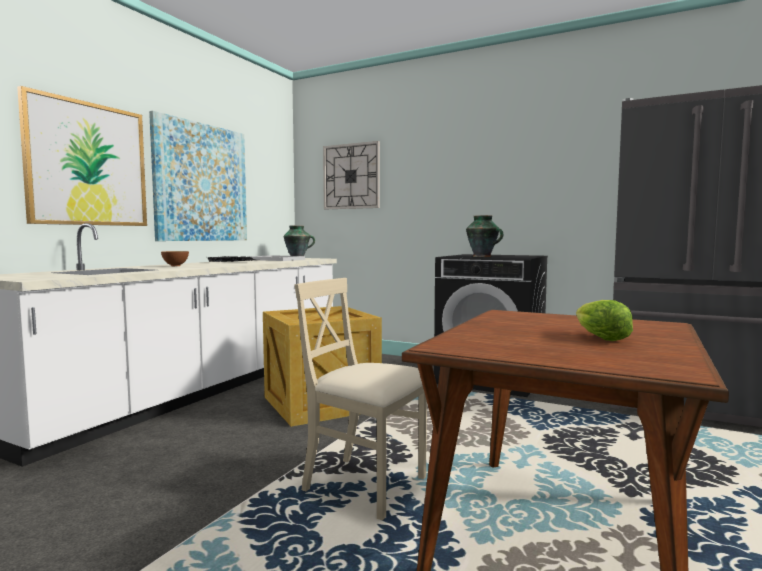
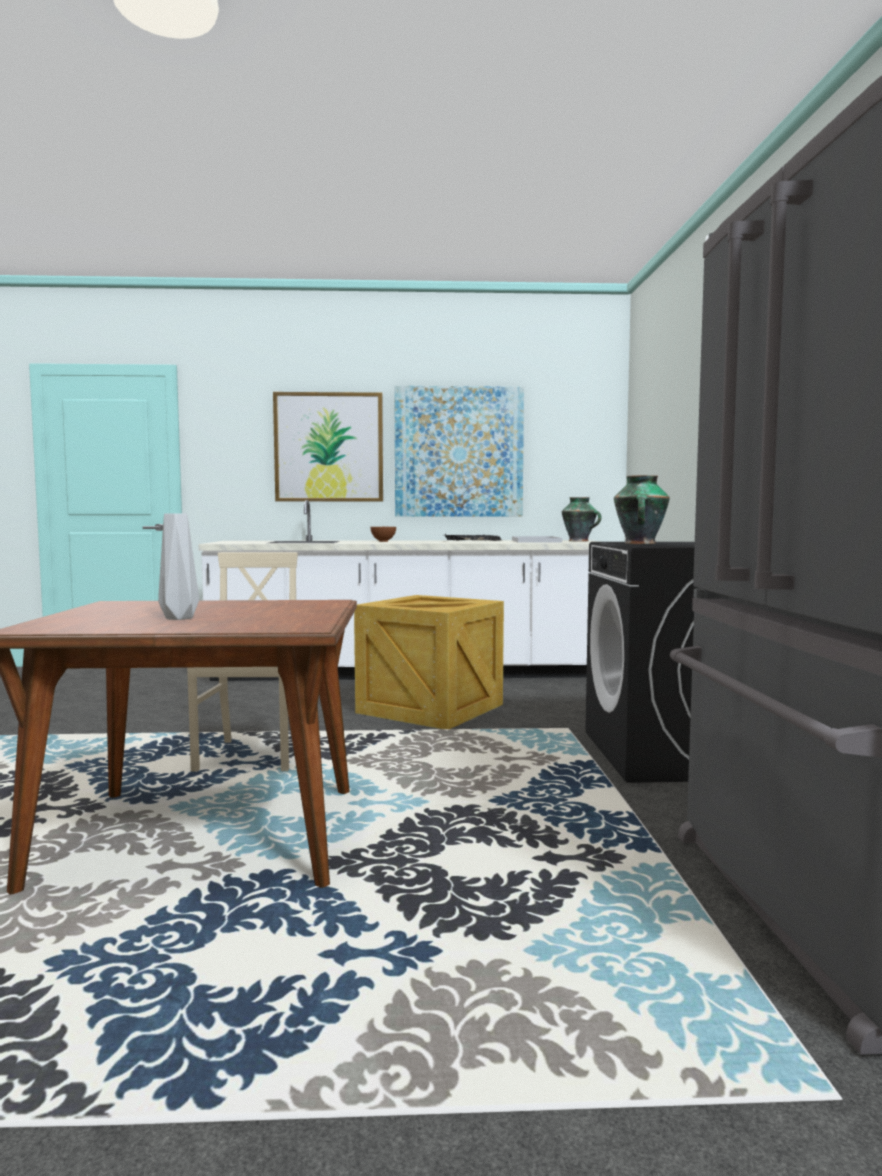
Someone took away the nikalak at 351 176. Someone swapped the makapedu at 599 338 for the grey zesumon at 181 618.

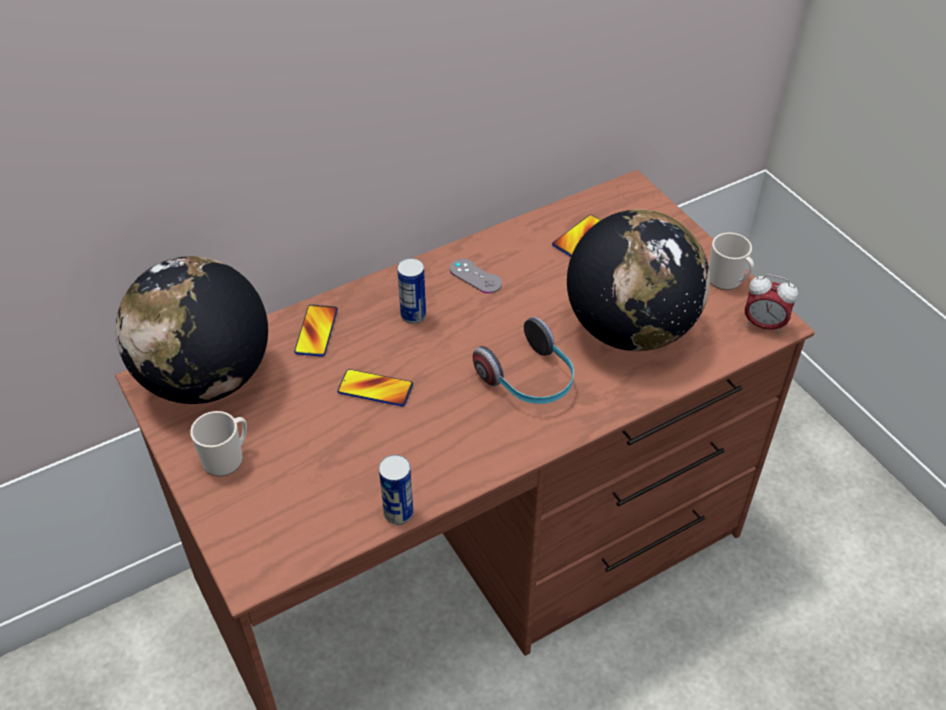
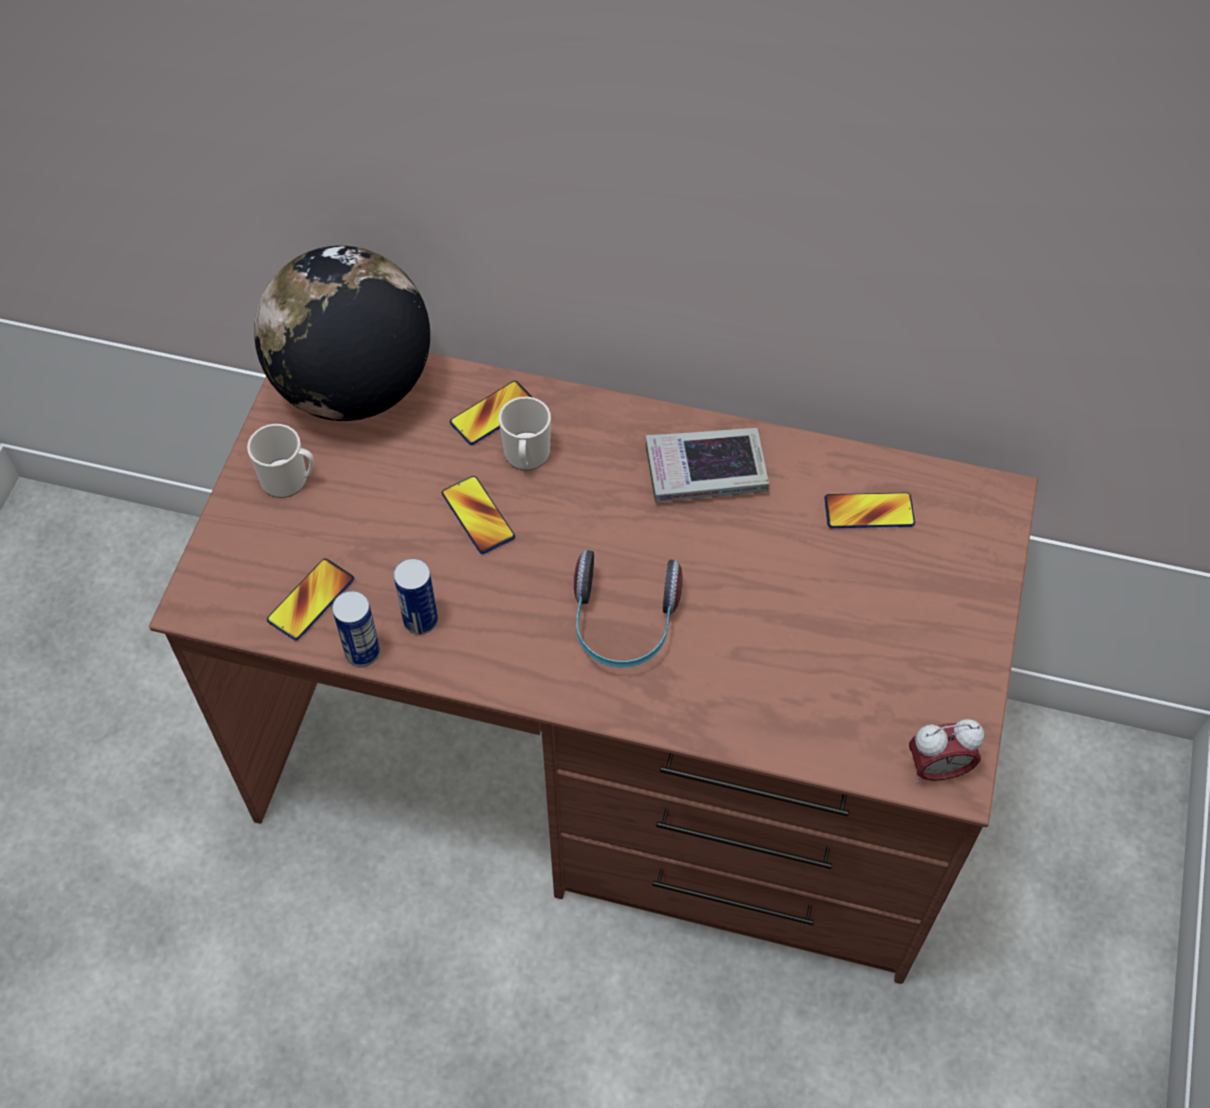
Someone carried the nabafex from 413 315 to 420 620. Someone swapped the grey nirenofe at 475 276 for the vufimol at 705 471. Someone took away the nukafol at 630 329. Someone carried the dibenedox from 727 280 to 526 457. Someone rotated the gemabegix at 763 325 by 75 degrees counterclockwise. Someone put down the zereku at 311 600.

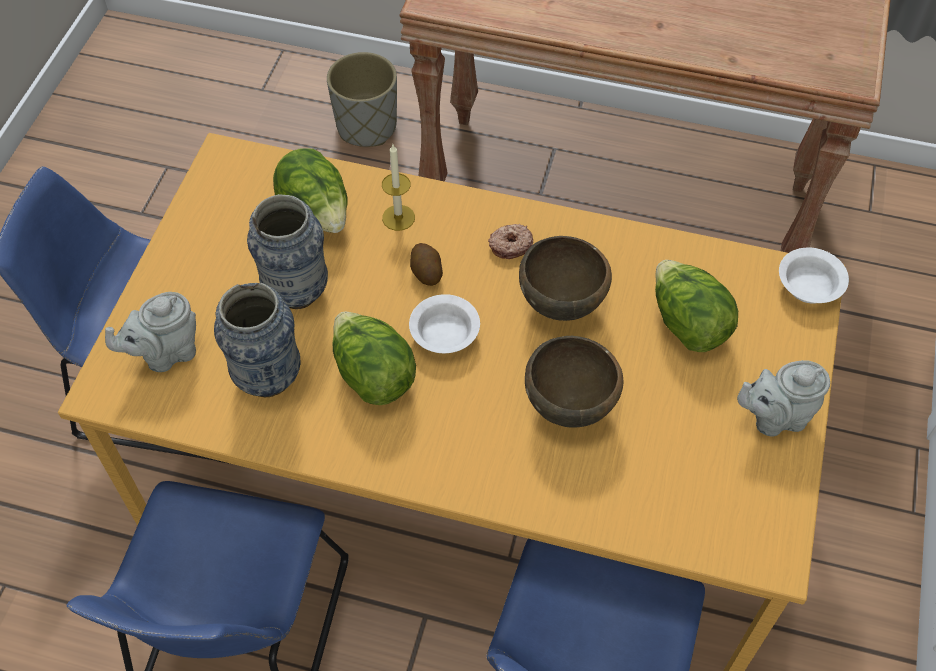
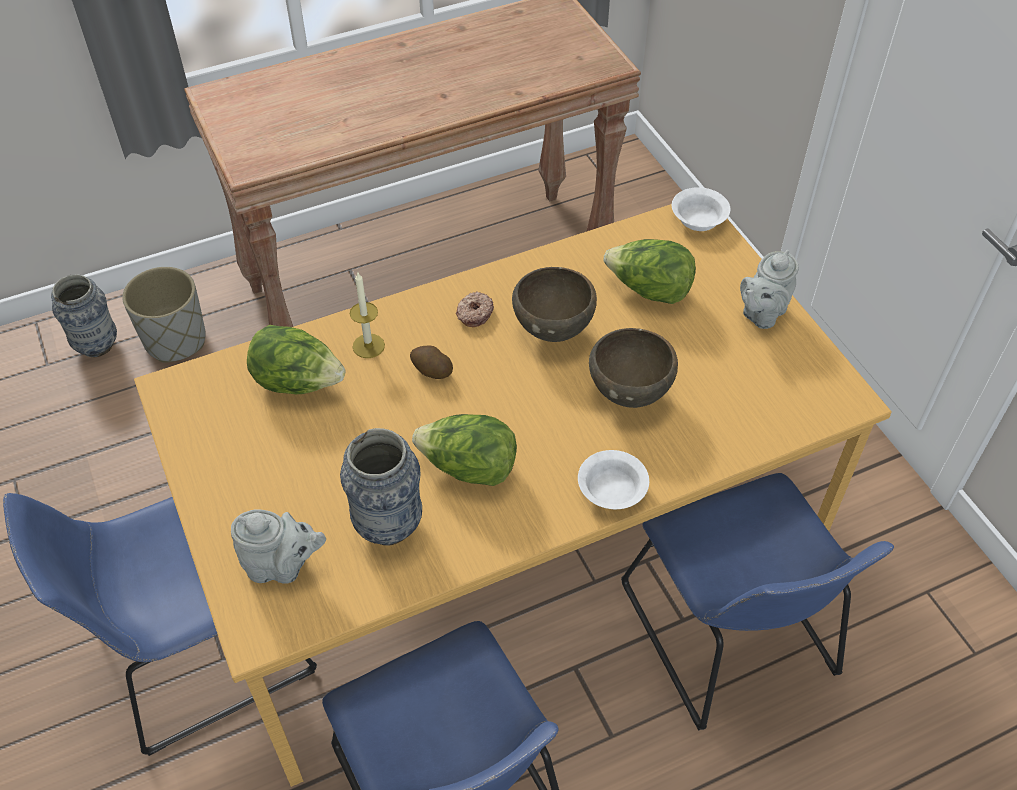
Someone rotated the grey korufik at 166 353 by 105 degrees counterclockwise. Someone carried the zesumon from 296 292 to 97 346. Someone carried the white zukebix from 444 336 to 612 492.

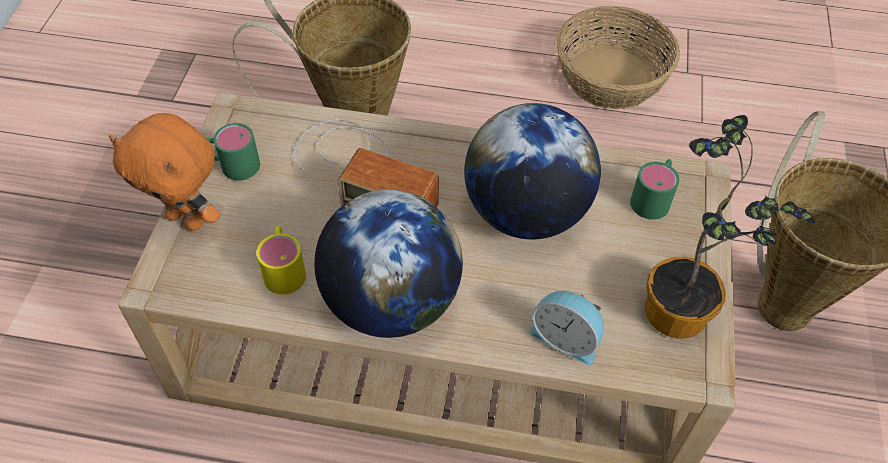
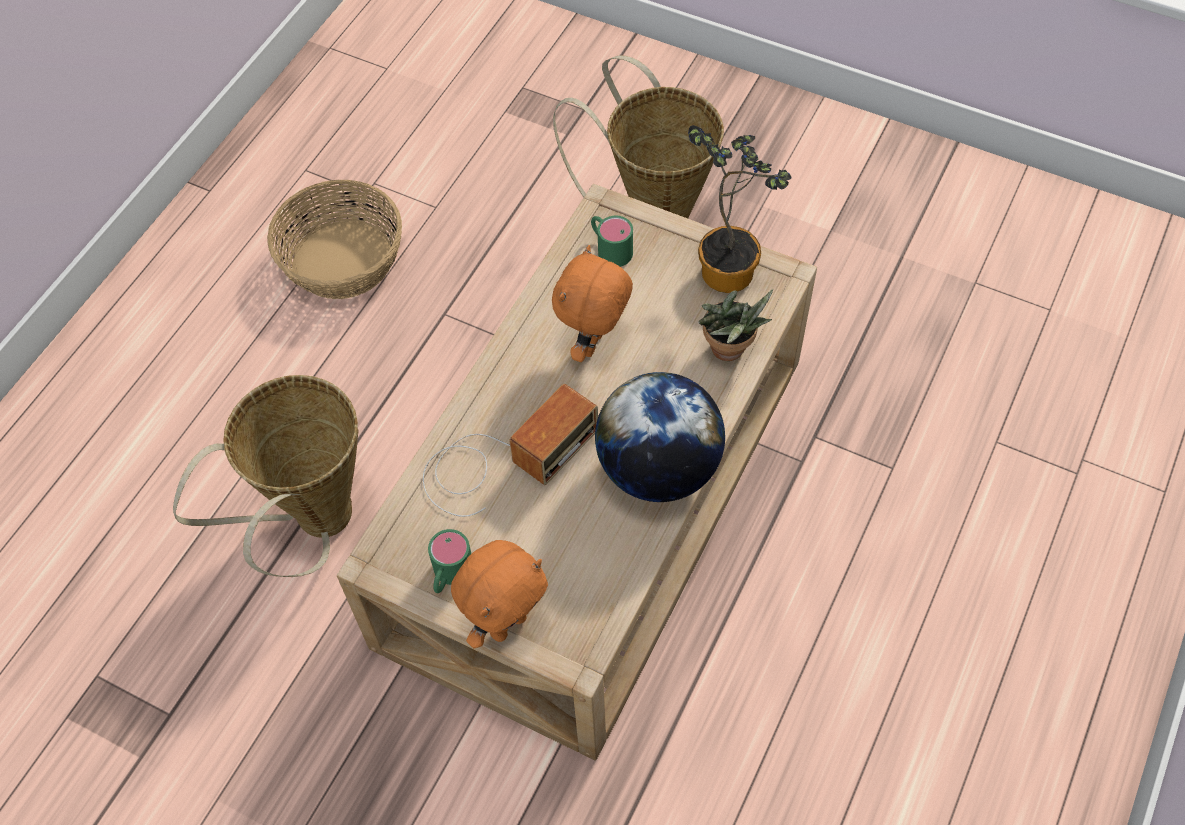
Someone took away the yellow dibenedox at 284 268. Someone swapped the nukafol at 525 213 for the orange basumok at 594 344. Someone swapped the gemabegix at 566 337 for the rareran at 729 352.

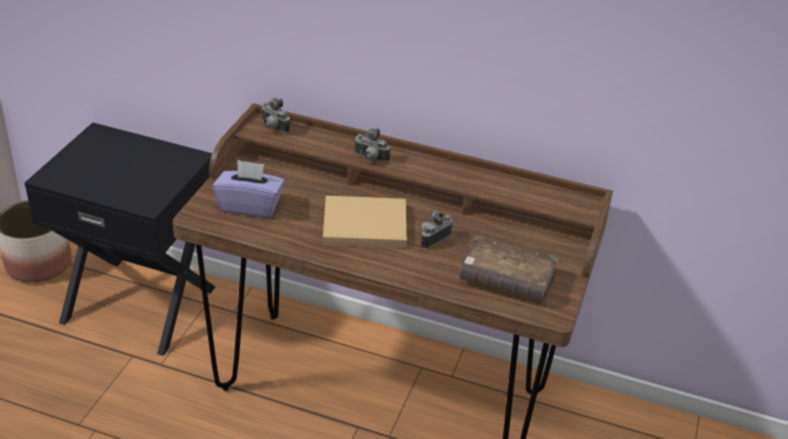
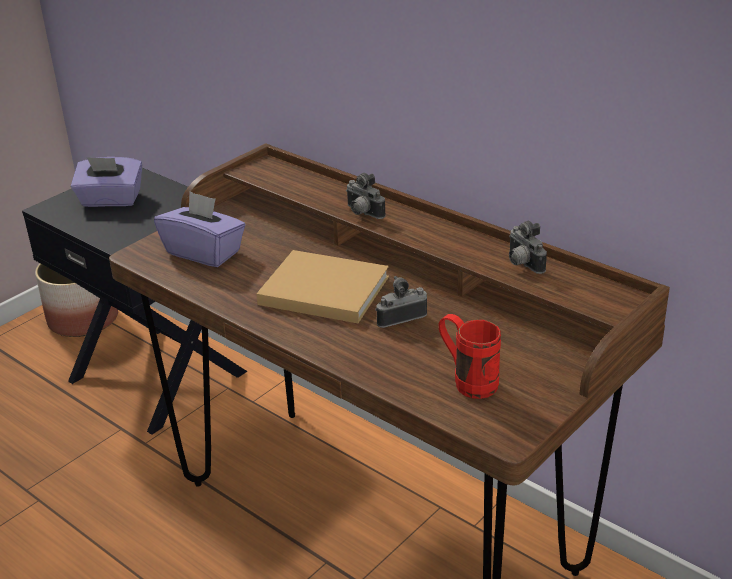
Someone carried the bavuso from 273 127 to 522 264. Someone swapped the brown vufimol at 507 279 for the red dibenedox at 467 381. Someone put down the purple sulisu at 111 200.

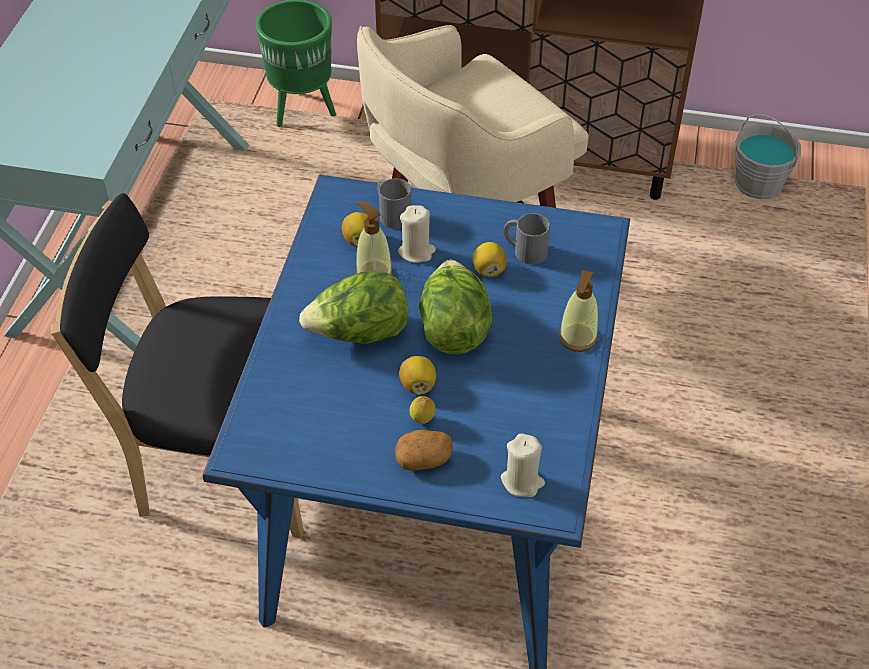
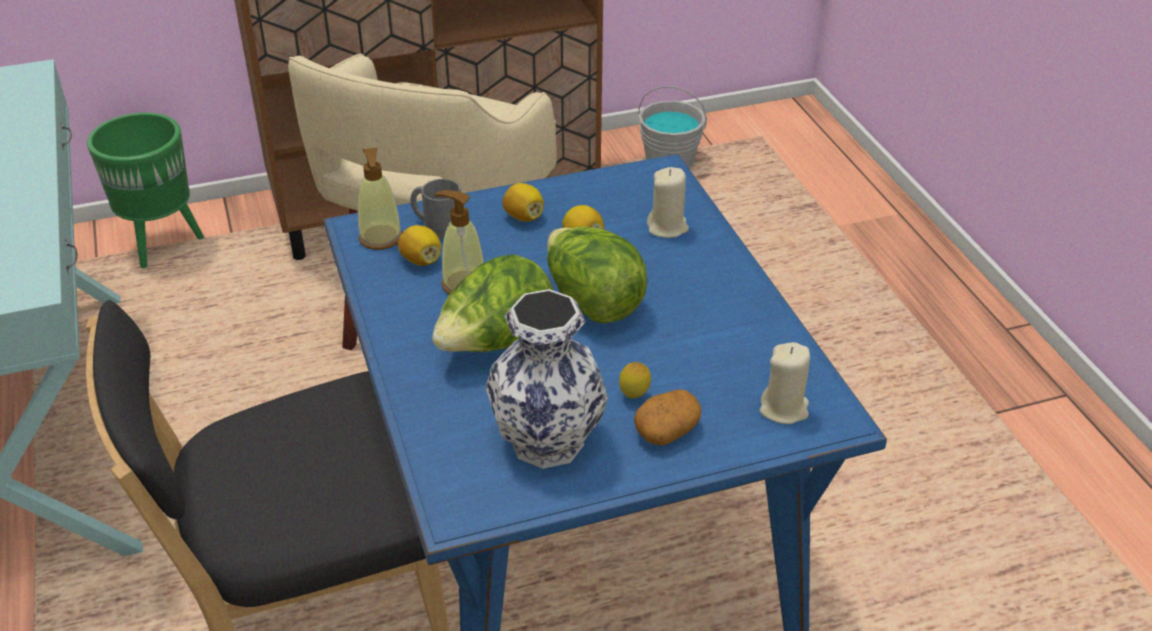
Someone carried the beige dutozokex from 416 251 to 667 227. Someone carried the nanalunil from 418 385 to 523 217. Someone took away the grey dibenedox at 524 250. Someone carried the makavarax from 577 338 to 380 238. Someone put down the zesumon at 545 442.

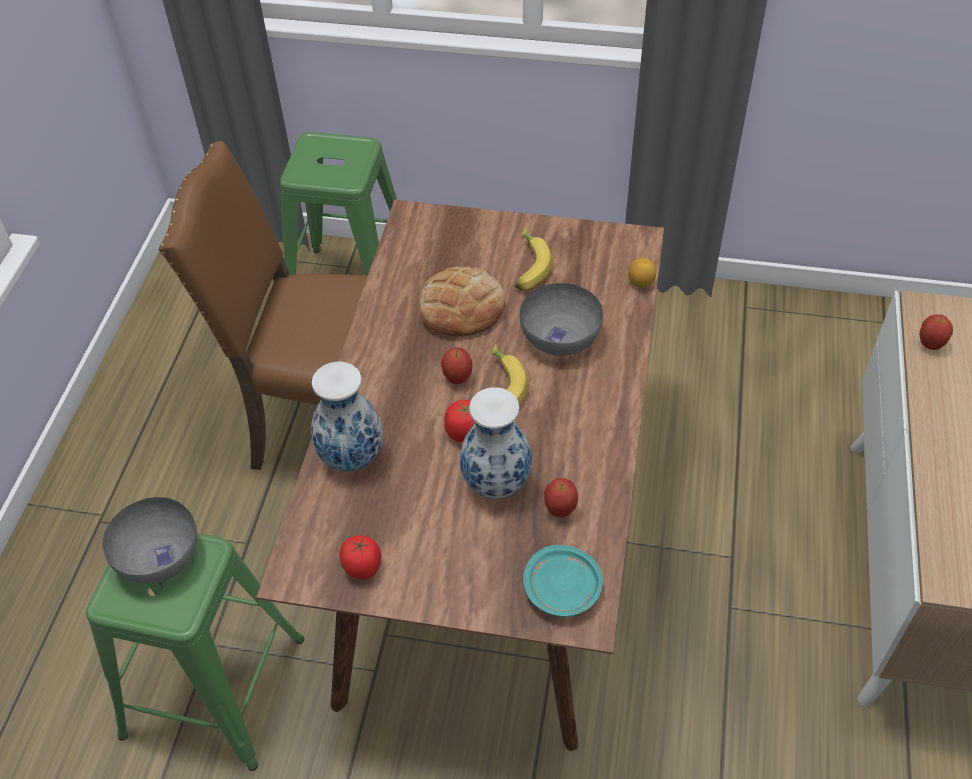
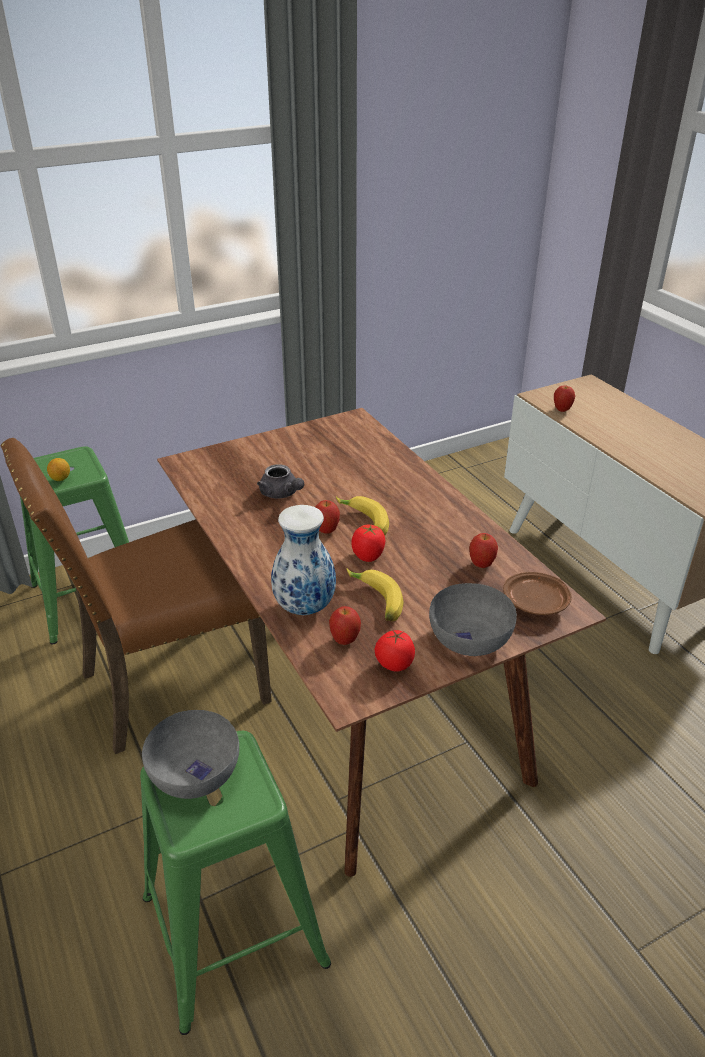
Someone swapped the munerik at 462 308 for the grey korufik at 281 494. Someone took away the zesumon at 497 483. Someone carried the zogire from 528 267 to 374 601. Someone carried the grey zukebix from 560 338 to 470 640. Someone repainted the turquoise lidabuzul at 563 589, which became the brown lidabuzul at 536 603. Someone carried the nanalunil from 640 282 to 60 478. Someone put down the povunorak at 345 640.

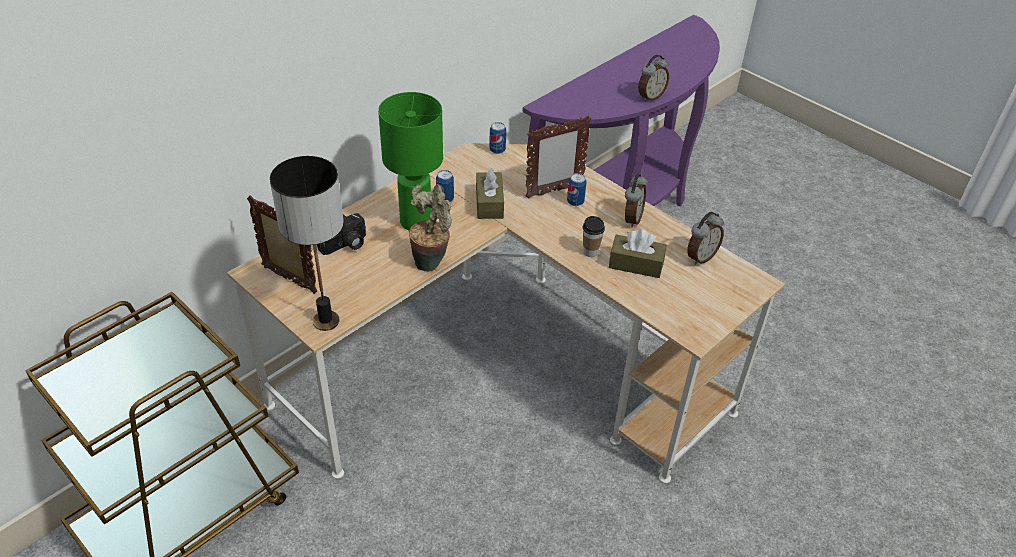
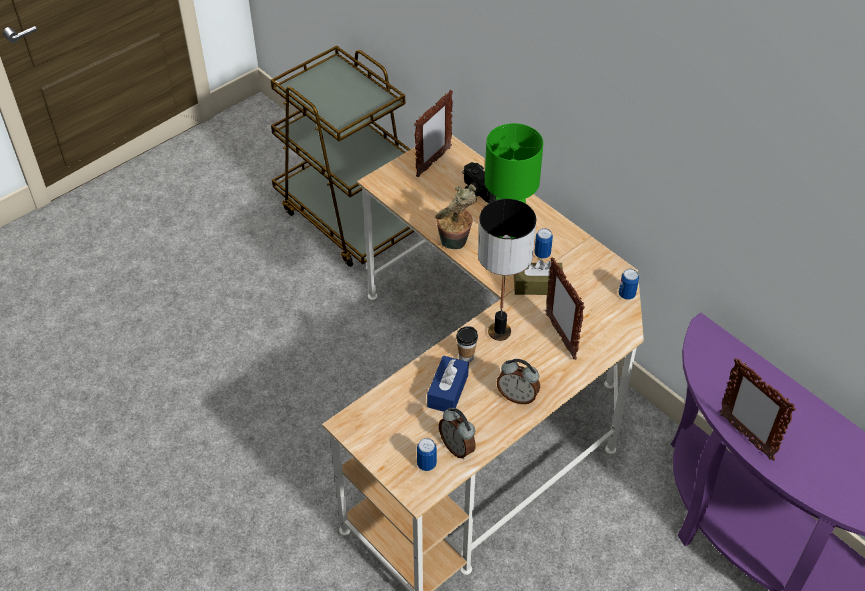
Someone carried the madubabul from 327 321 to 499 332. Someone carried the nabafex from 575 202 to 426 464. Someone repainted the brown sulisu at 636 264, which became the blue sulisu at 447 391. Someone swapped the gemabegix at 650 97 for the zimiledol at 745 436.

